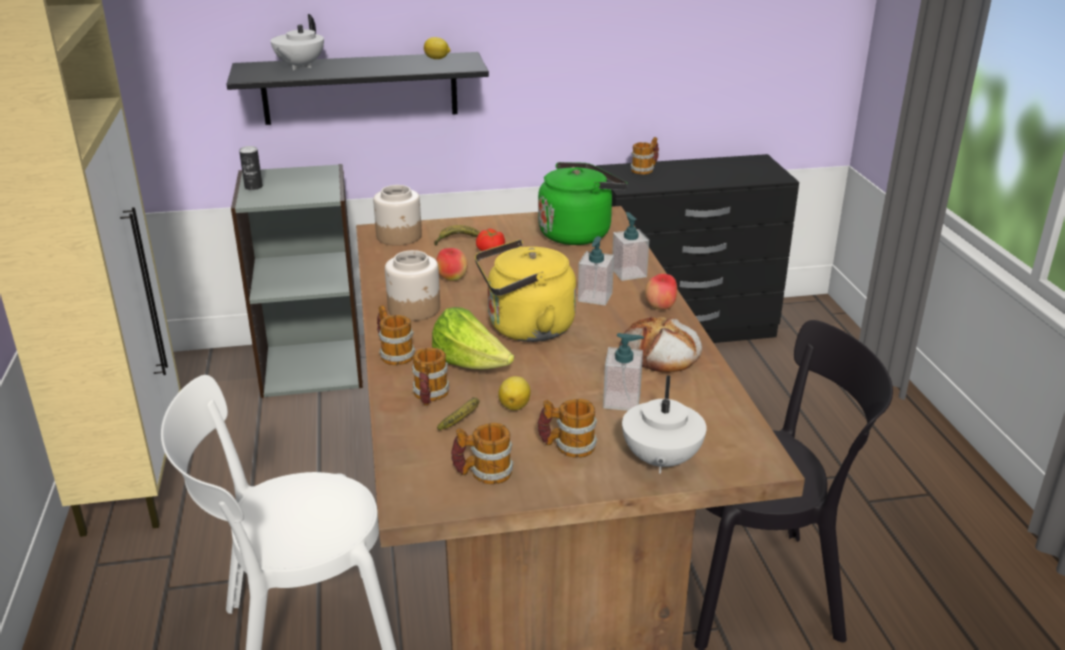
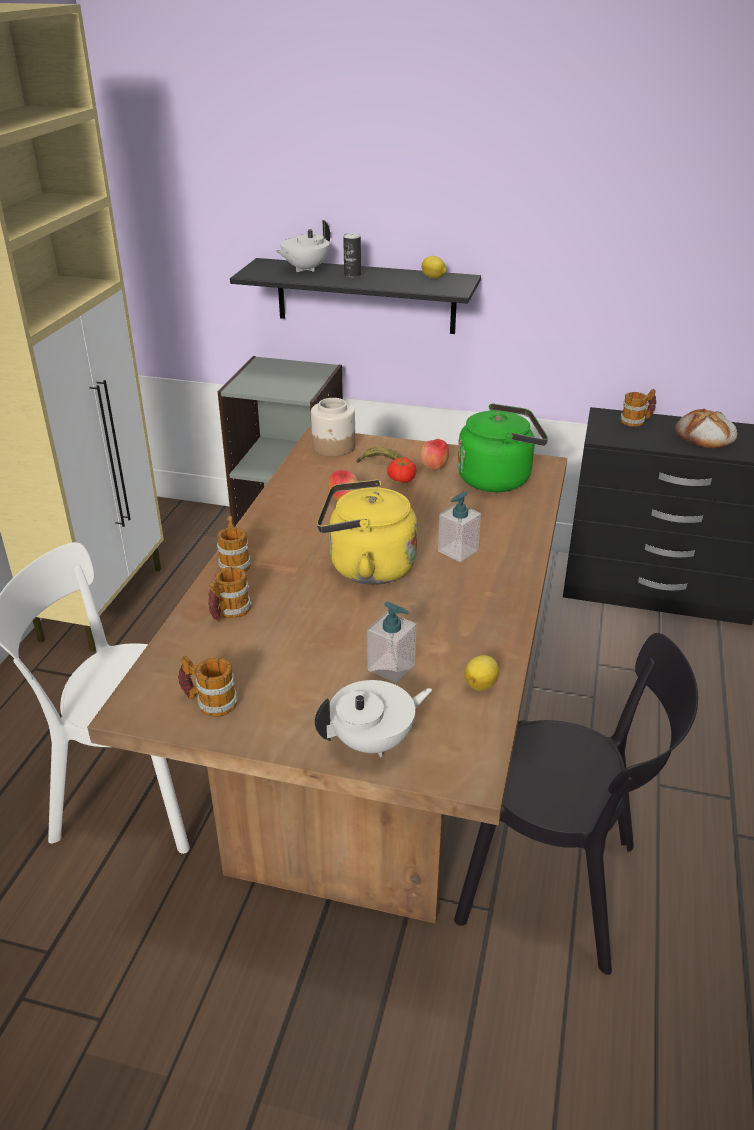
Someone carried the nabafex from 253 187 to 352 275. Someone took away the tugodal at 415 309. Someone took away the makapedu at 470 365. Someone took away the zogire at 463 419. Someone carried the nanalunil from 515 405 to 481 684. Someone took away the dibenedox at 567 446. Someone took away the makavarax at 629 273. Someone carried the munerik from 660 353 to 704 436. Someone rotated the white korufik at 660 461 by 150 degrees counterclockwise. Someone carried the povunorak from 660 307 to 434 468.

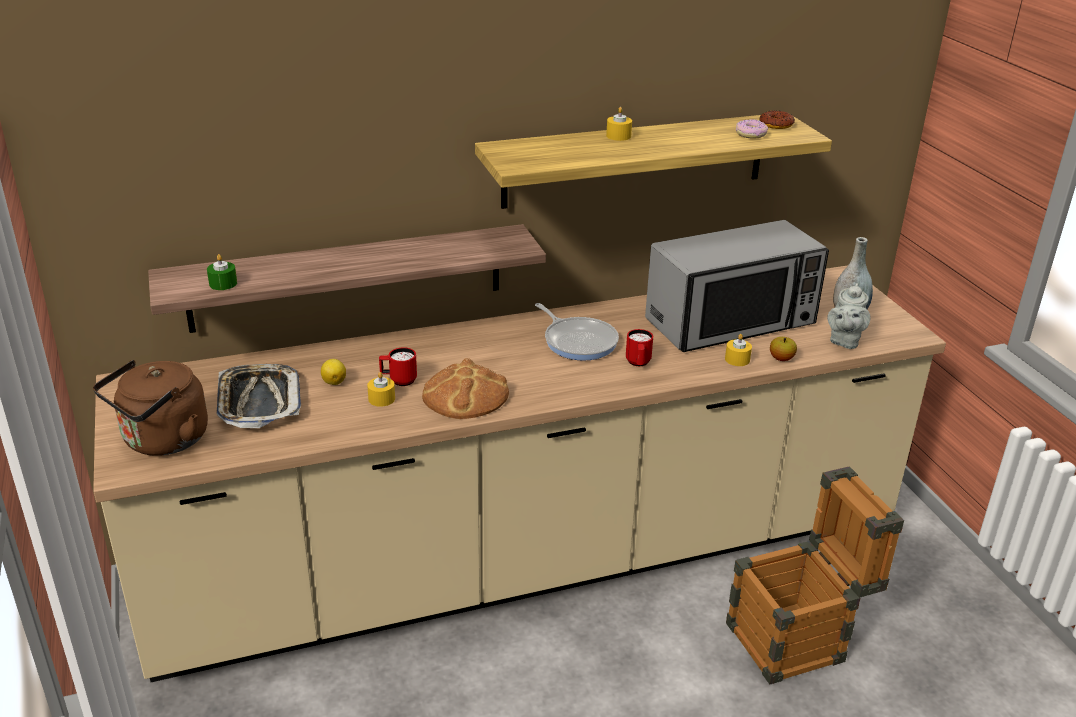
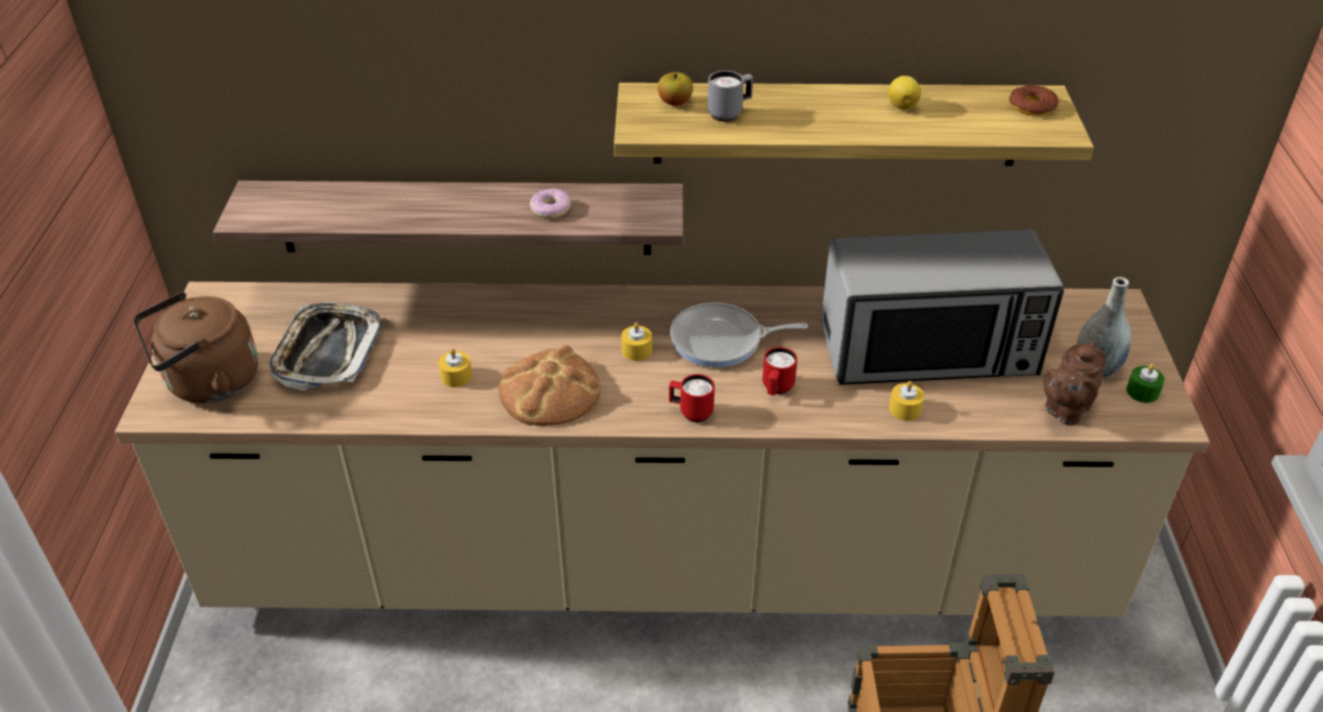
Someone carried the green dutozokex from 223 283 to 1142 392. Someone carried the nanalunil from 334 381 to 902 106. Someone carried the red dibenedox from 398 381 to 691 412. Someone rotated the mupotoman at 578 341 by 105 degrees clockwise. Someone carried the yellow dutozokex from 618 136 to 636 350. Someone carried the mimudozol from 751 134 to 551 209. Someone carried the povunorak from 781 358 to 675 102. Someone repainted the grey korufik at 844 341, which became the brown korufik at 1064 410. Someone put down the grey dibenedox at 729 113.

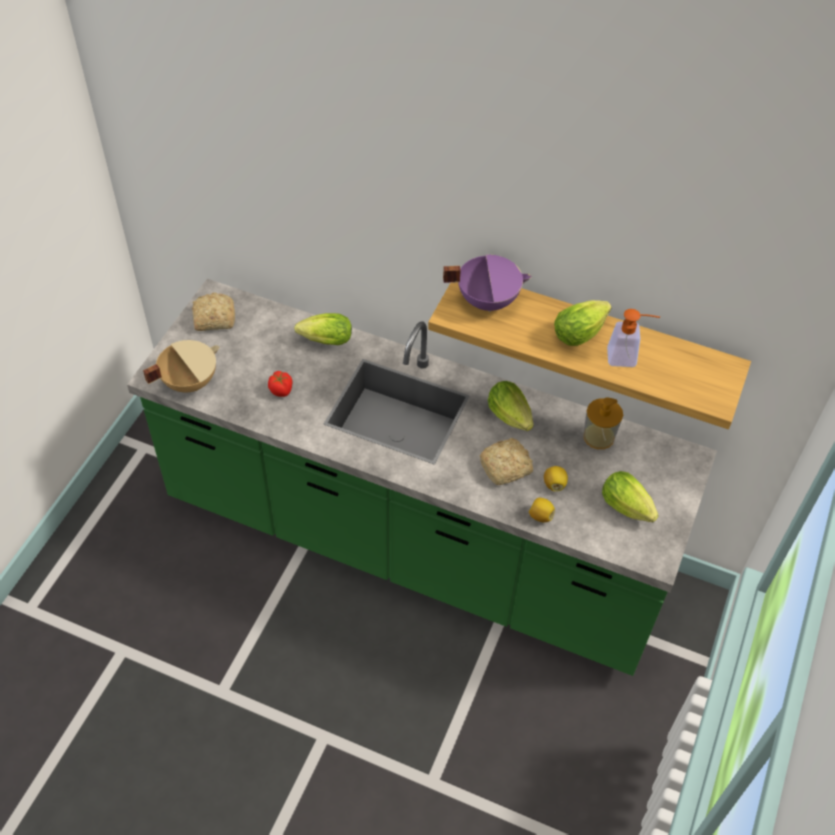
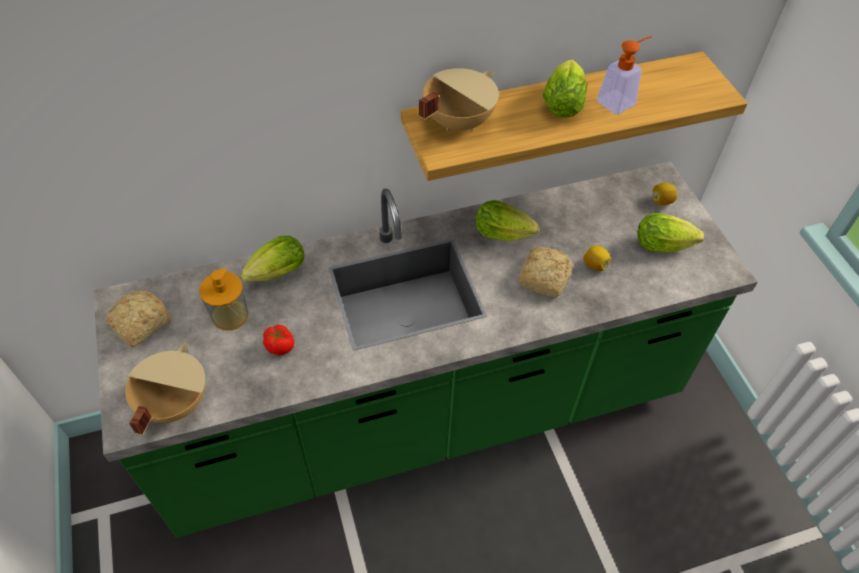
Someone repainted the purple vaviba at 487 300, which became the beige vaviba at 457 121. Someone carried the nanalunil from 540 516 to 661 201. Someone carried the makavarax from 598 436 to 230 315.

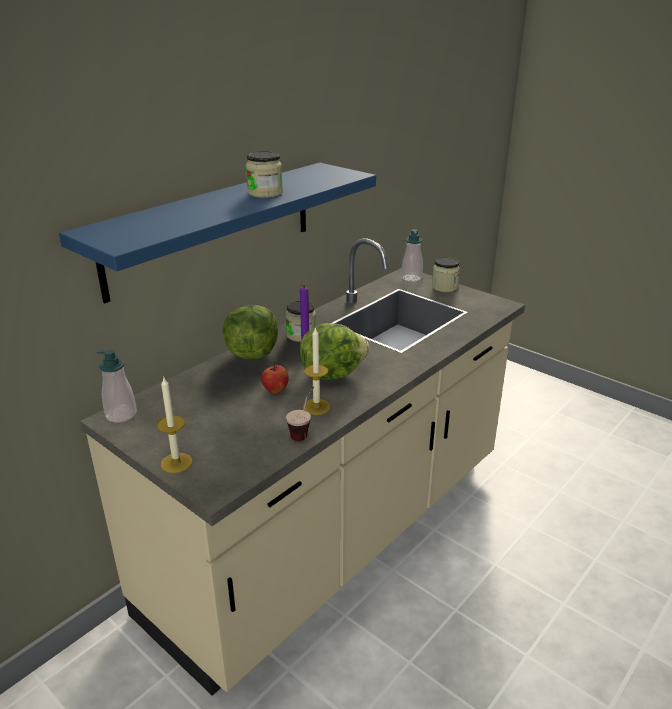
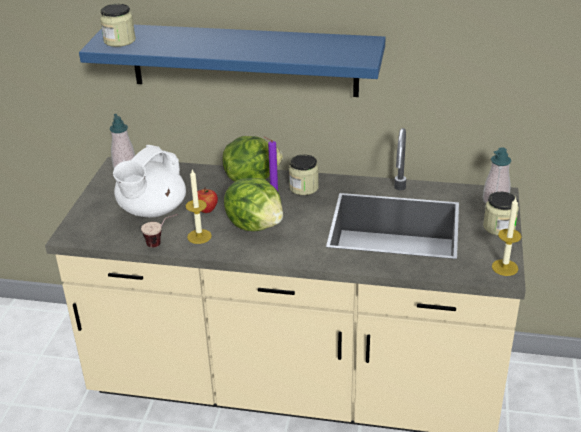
Someone carried the dutozokex from 176 463 to 504 267. Someone carried the tugodal from 265 193 to 119 41. Someone put down the white korufik at 152 210.

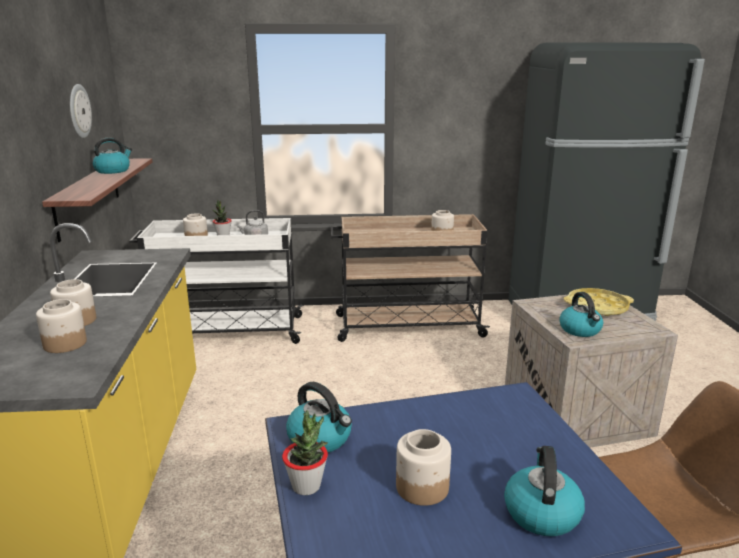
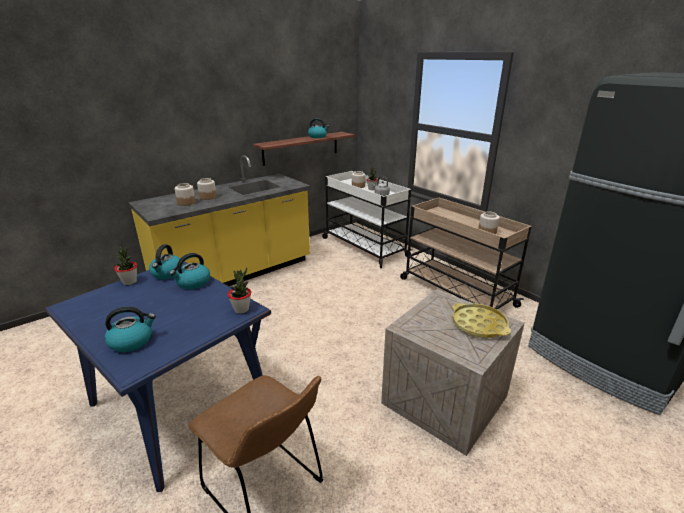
Someone took away the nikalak at 79 111. Someone took away the tugodal at 421 487. Someone carried the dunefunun from 580 330 to 193 283. Someone put down the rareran at 241 309.

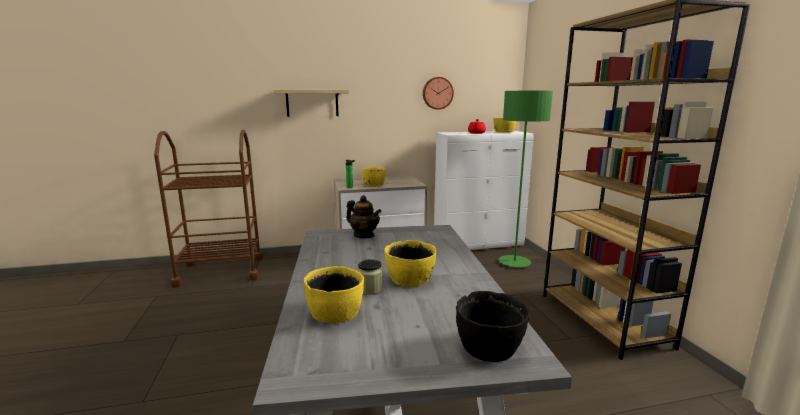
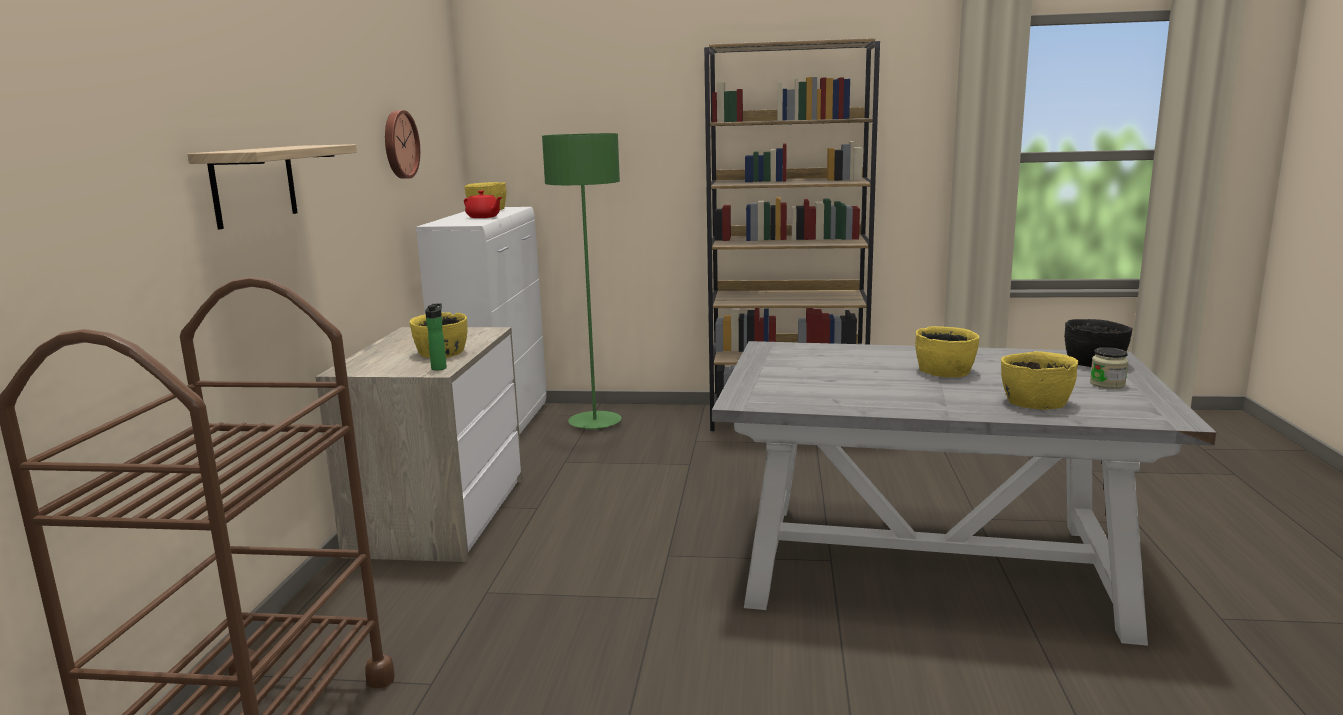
Someone took away the korufik at 364 235. Someone carried the tugodal from 370 289 to 1107 384.

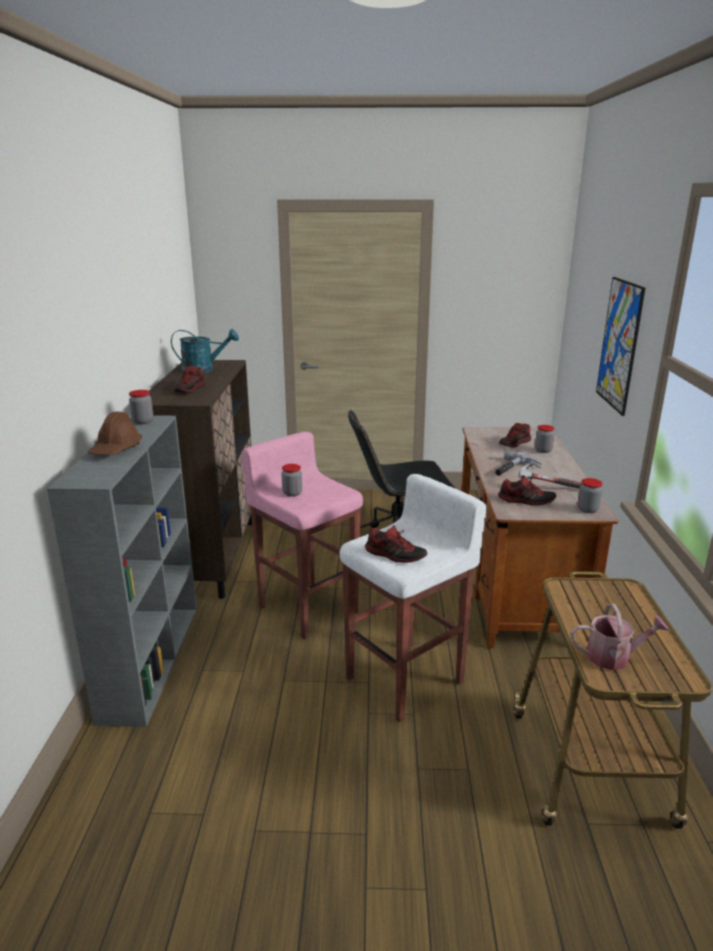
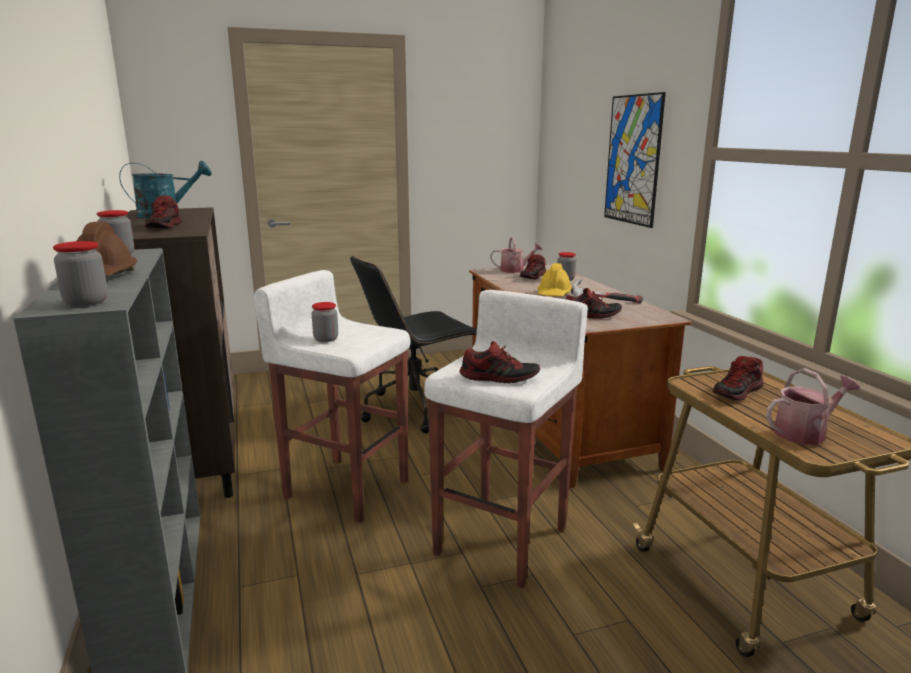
Someone repainted the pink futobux at 308 608, which became the white futobux at 346 487. Someone swapped the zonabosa at 514 470 for the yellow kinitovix at 554 295. Someone carried the tugodal from 587 509 to 86 302. Someone put down the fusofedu at 515 270. Someone put down the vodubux at 738 392.

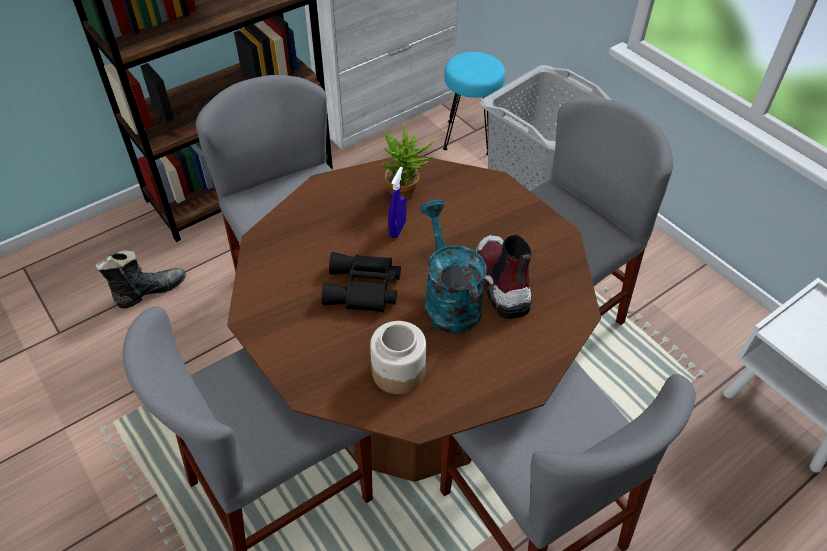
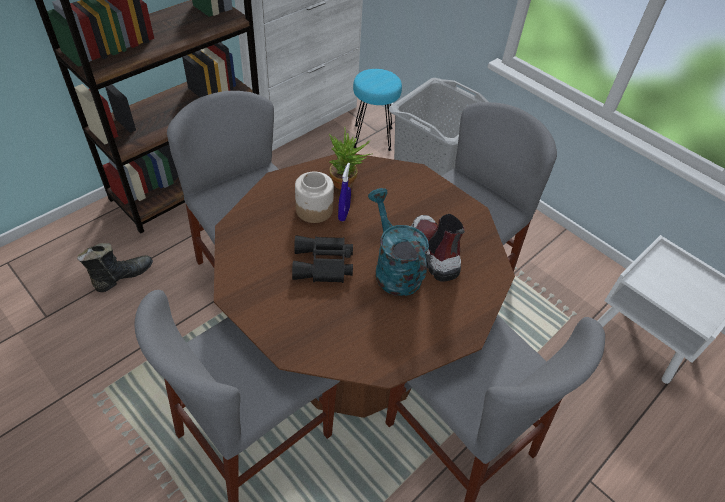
Someone carried the tugodal from 398 371 to 314 209.

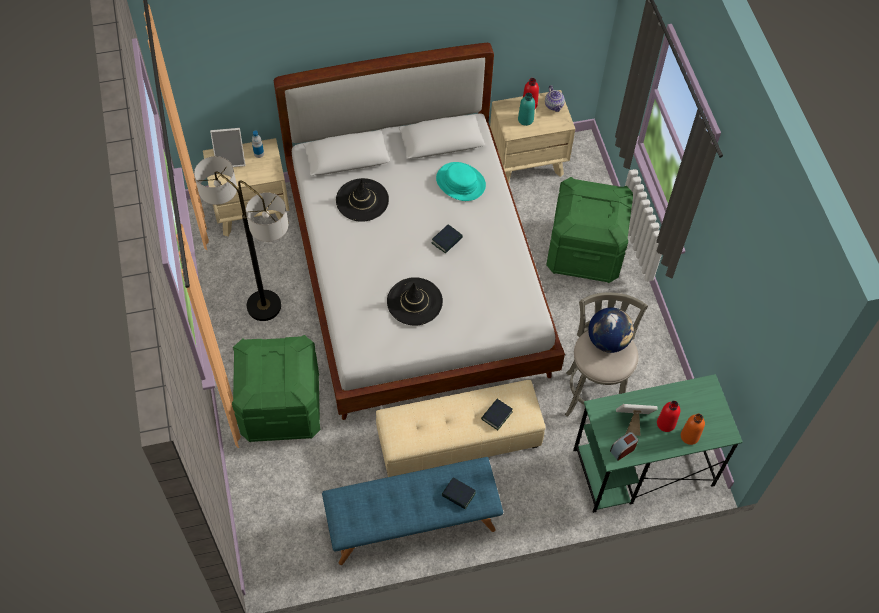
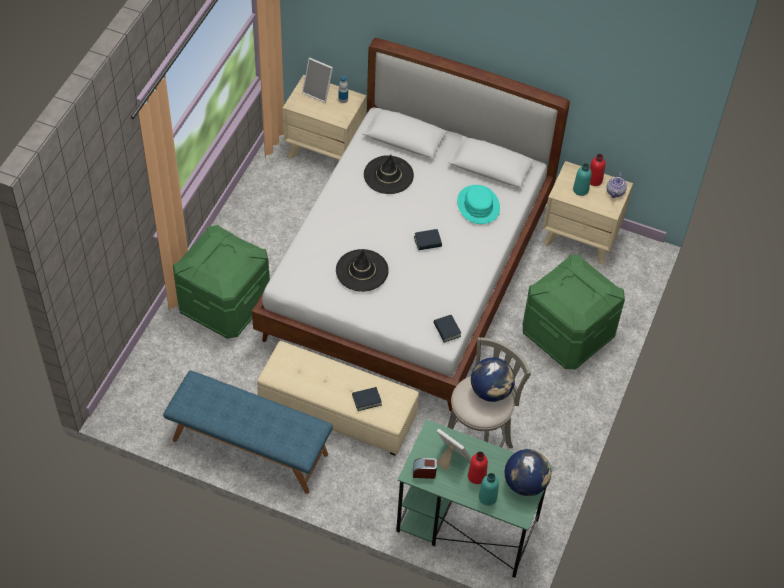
Someone took away the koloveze at 264 306. Someone carried the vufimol from 458 495 to 447 330. Someone repainted the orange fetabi at 689 436, which became the turquoise fetabi at 487 497. Someone put down the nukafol at 525 483.

